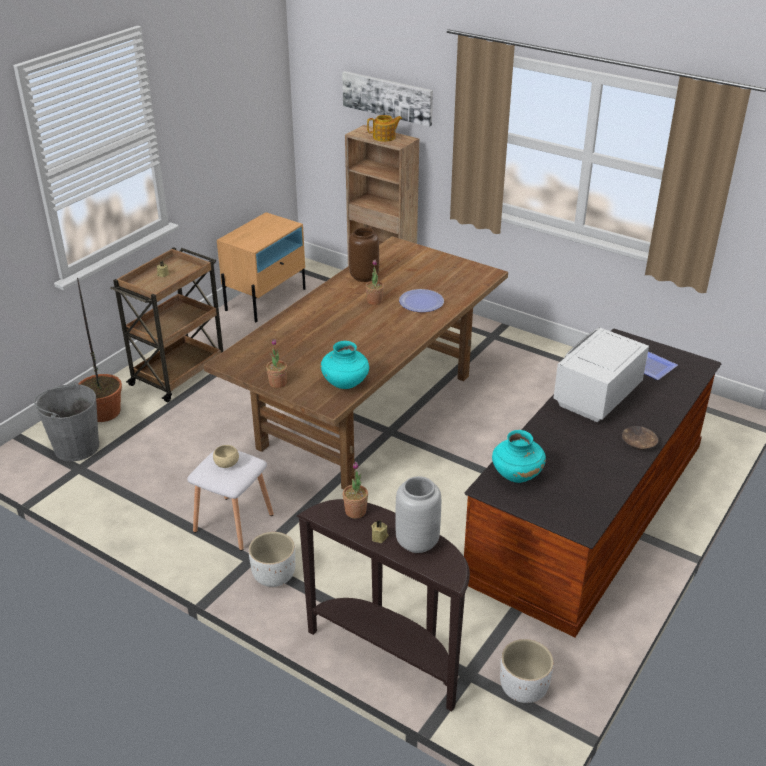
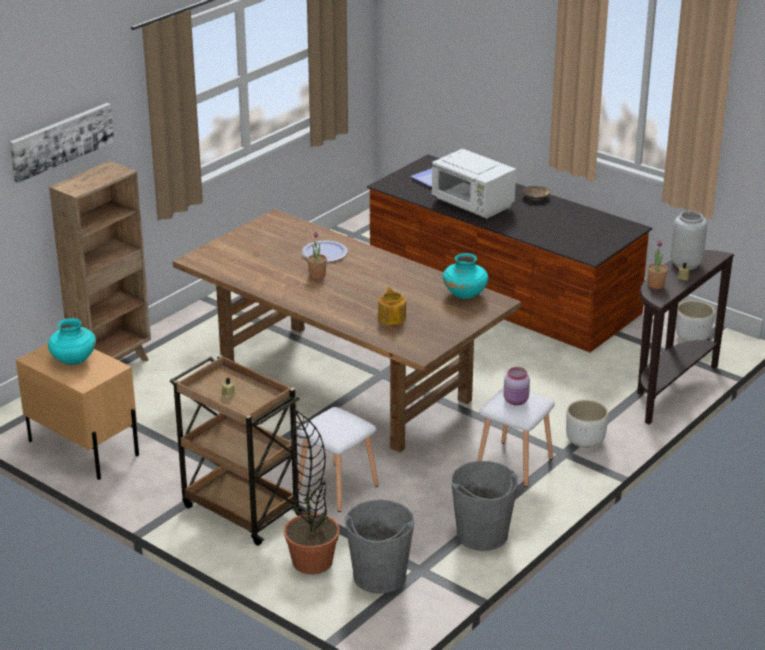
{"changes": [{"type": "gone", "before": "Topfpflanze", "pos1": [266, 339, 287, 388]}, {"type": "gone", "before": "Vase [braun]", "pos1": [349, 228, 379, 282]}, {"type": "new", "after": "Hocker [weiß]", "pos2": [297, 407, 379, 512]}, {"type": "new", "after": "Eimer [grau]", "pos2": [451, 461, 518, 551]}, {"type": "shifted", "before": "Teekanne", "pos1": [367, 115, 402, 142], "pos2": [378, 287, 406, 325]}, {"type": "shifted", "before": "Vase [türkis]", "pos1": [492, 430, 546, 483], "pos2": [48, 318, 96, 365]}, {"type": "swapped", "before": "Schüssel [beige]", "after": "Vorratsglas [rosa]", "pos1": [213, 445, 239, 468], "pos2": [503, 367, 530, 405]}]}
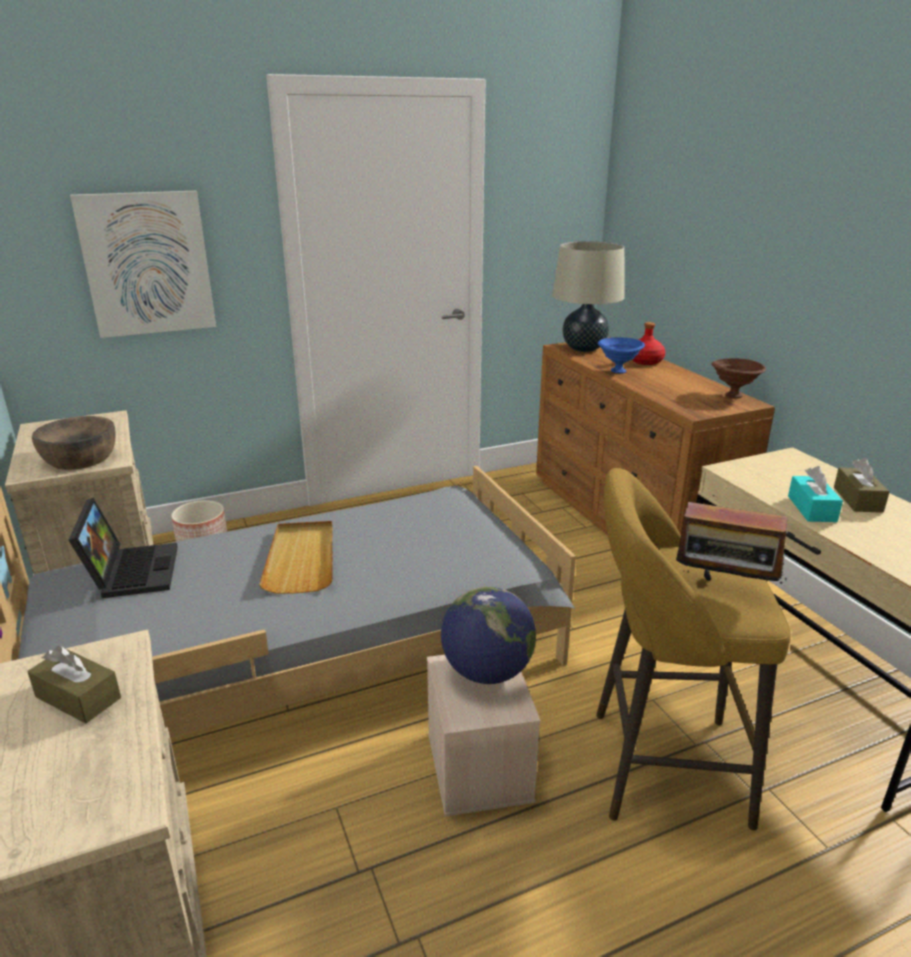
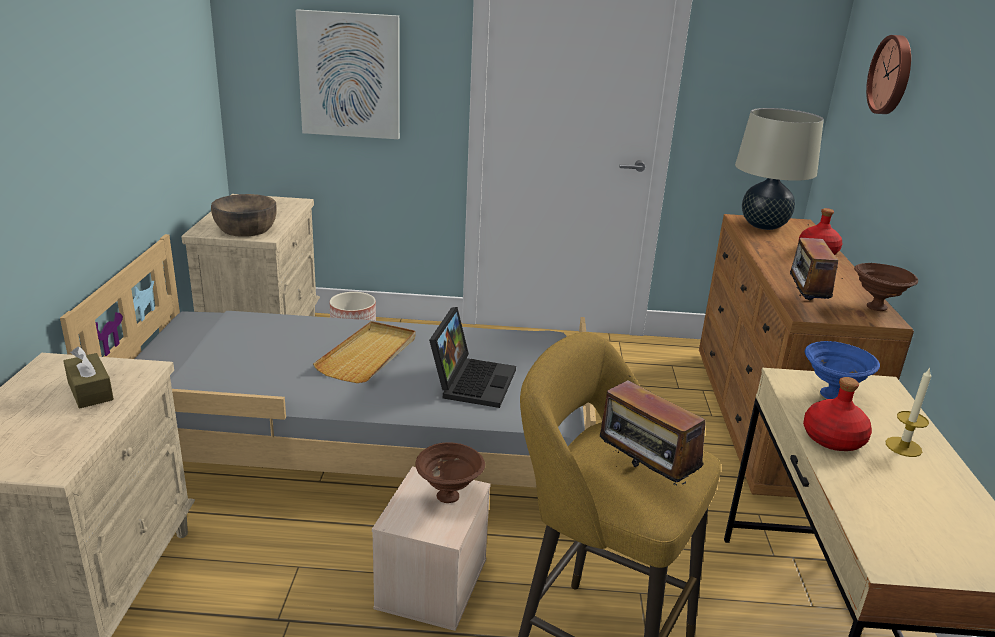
{"changes": [{"type": "new", "after": "Radio", "pos2": [790, 224, 843, 300]}, {"type": "new", "after": "Wanduhr", "pos2": [866, 35, 911, 114]}, {"type": "shifted", "before": "Laptop", "pos1": [69, 498, 178, 598], "pos2": [429, 307, 516, 408]}, {"type": "shifted", "before": "Schüssel [blau]", "pos1": [598, 337, 645, 373], "pos2": [805, 341, 880, 399]}, {"type": "swapped", "before": "Globus", "after": "Schüssel [braun]", "pos1": [441, 587, 536, 684], "pos2": [416, 442, 485, 503]}, {"type": "swapped", "before": "Taschentuchbox [türkis]", "after": "Flasche [rot]", "pos1": [788, 466, 843, 522], "pos2": [803, 377, 872, 451]}, {"type": "swapped", "before": "Taschentuchbox [braun]", "after": "Kerze", "pos1": [834, 458, 889, 513], "pos2": [885, 368, 931, 457]}]}
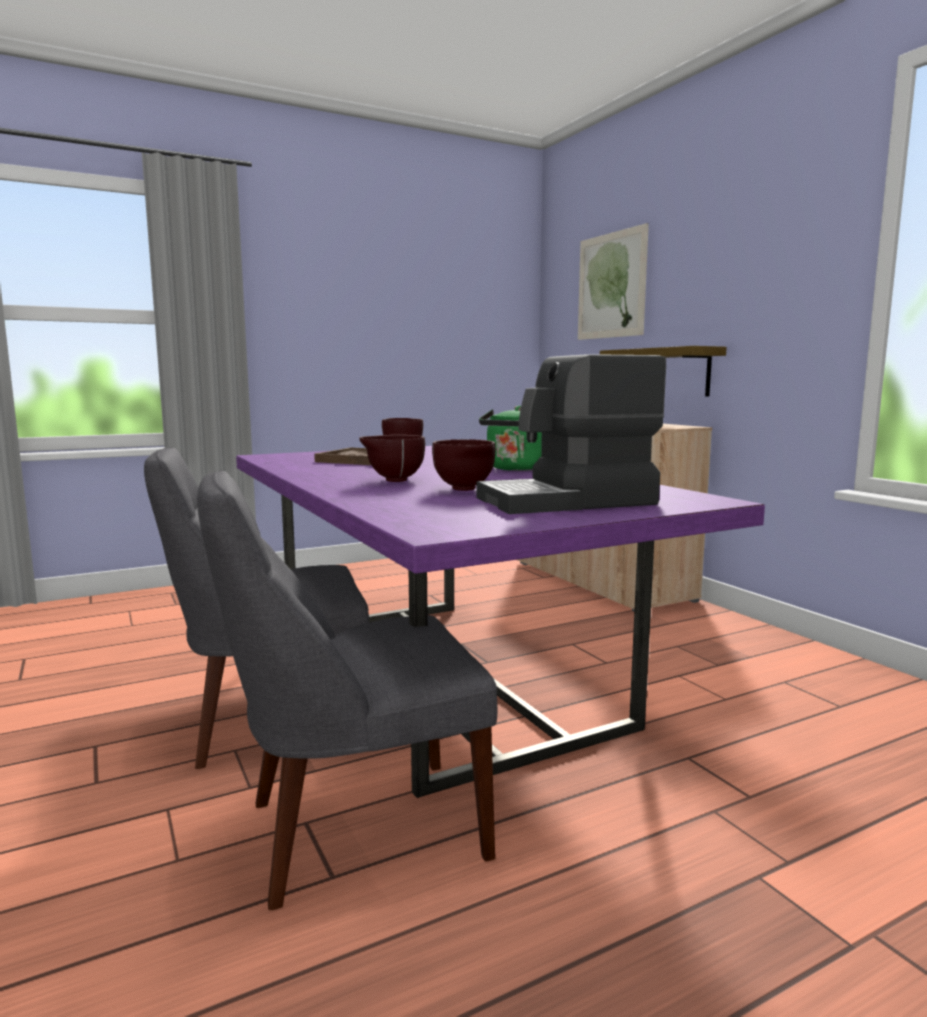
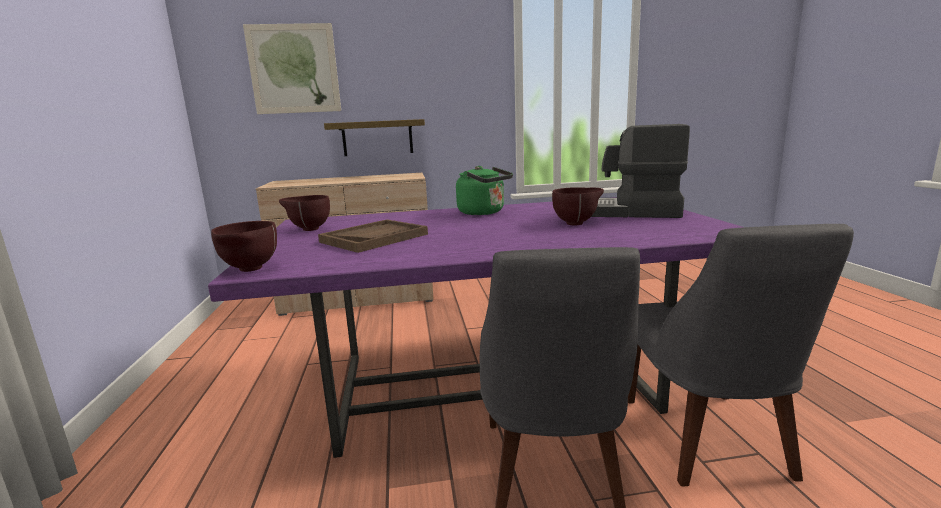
{"changes": [{"type": "shifted", "before": "Schüssel [braun]", "pos1": [360, 435, 425, 482], "pos2": [211, 221, 277, 272]}, {"type": "rotated", "before": "Kaffeemaschine", "pos1": [476, 354, 666, 514], "pos2": [591, 124, 690, 218], "turn": 105}]}
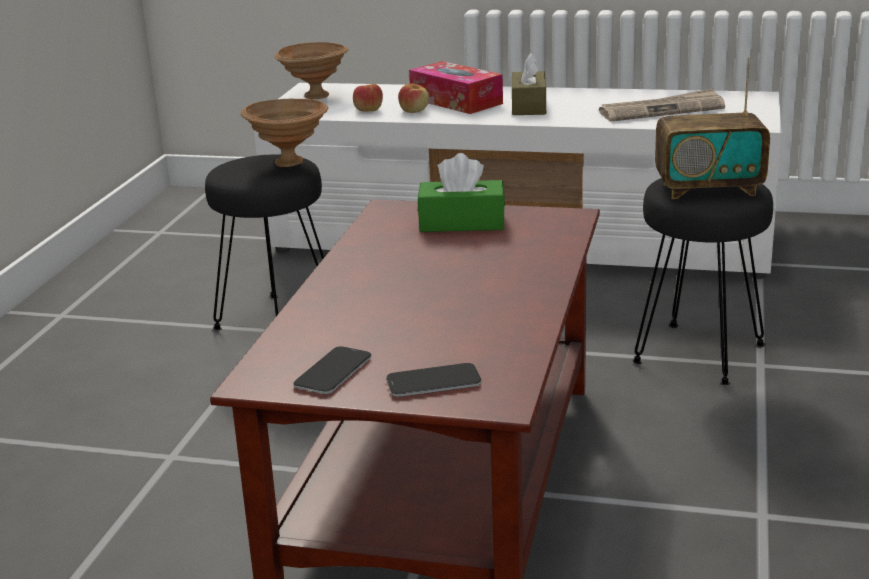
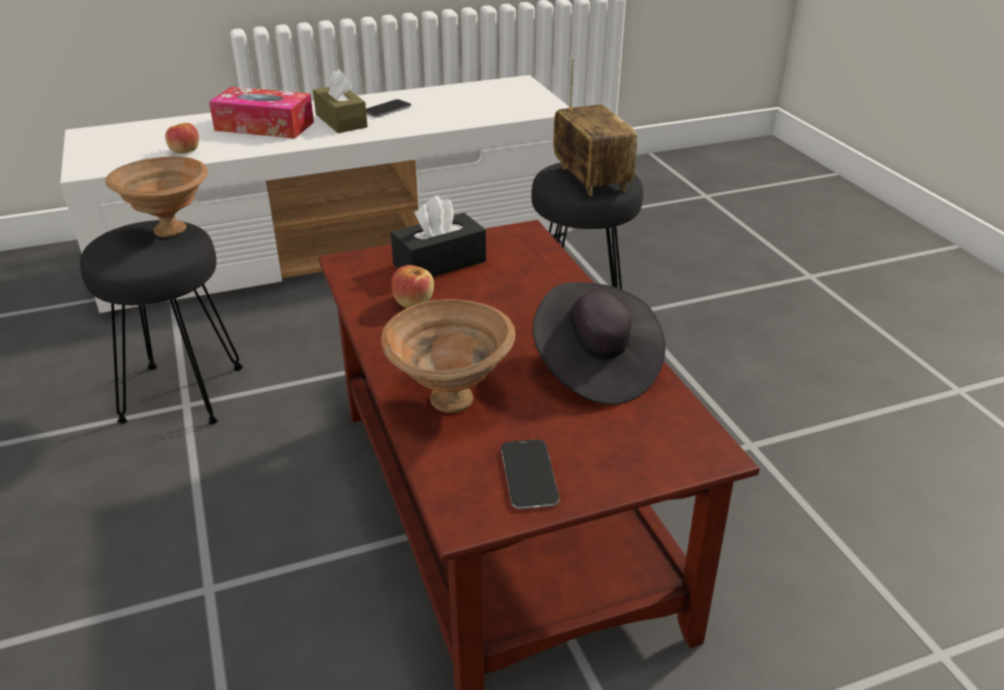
{"changes": [{"type": "gone", "before": "Zeitung", "pos1": [599, 88, 725, 122]}, {"type": "new", "after": "Hut [schwarz]", "pos2": [533, 283, 666, 405]}, {"type": "shifted", "before": "Schüssel [braun]", "pos1": [275, 42, 349, 99], "pos2": [381, 299, 515, 413]}, {"type": "shifted", "before": "Handy", "pos1": [386, 363, 482, 397], "pos2": [366, 99, 411, 118]}, {"type": "shifted", "before": "Apfel", "pos1": [398, 84, 429, 113], "pos2": [391, 265, 434, 308]}, {"type": "repainted", "before": "Taschentuchbox [grün]", "after": "Taschentuchbox [schwarz]", "pos1": [418, 153, 505, 232], "pos2": [391, 195, 486, 277]}, {"type": "rotated", "before": "Radio", "pos1": [655, 57, 770, 199], "pos2": [553, 58, 637, 197], "turn": -75}]}
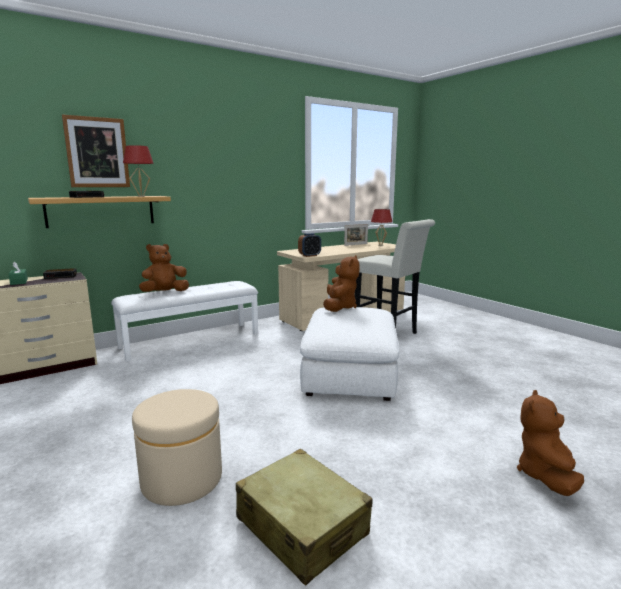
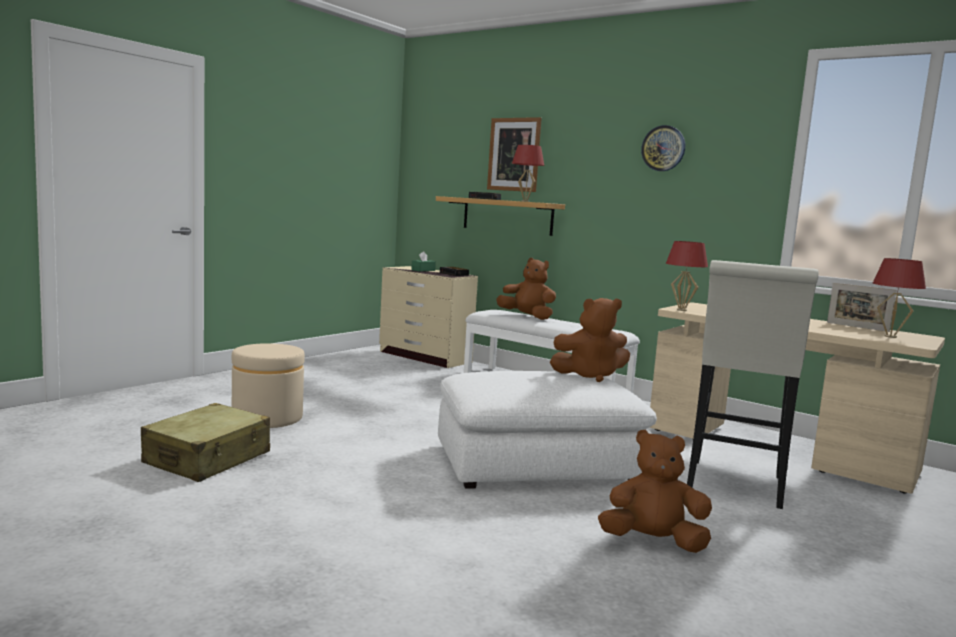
{"changes": [{"type": "new", "after": "Wanduhr", "pos2": [641, 125, 685, 171]}, {"type": "shifted", "before": "Plüschtier [braun]", "pos1": [517, 390, 584, 496], "pos2": [598, 430, 712, 553]}, {"type": "swapped", "before": "Wecker", "after": "Tischlampe [rot]", "pos1": [298, 233, 321, 257], "pos2": [666, 241, 708, 311]}]}
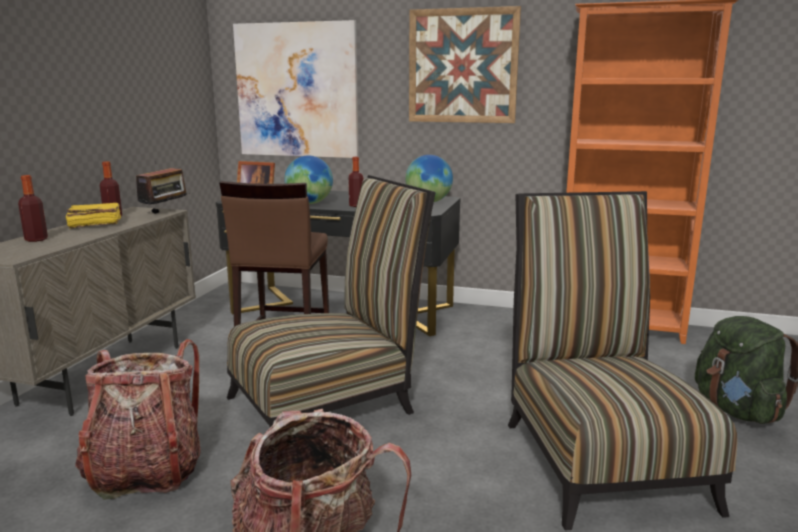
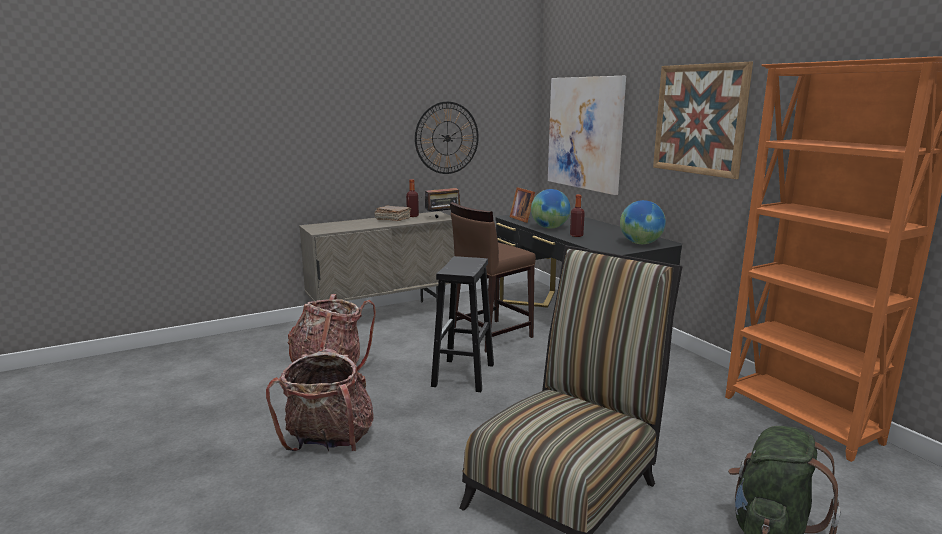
{"changes": [{"type": "gone", "before": "Flasche", "pos1": [18, 175, 48, 242]}, {"type": "new", "after": "Wanduhr", "pos2": [415, 102, 479, 174]}, {"type": "swapped", "before": "Stuhl", "after": "Hocker [schwarz]", "pos1": [227, 175, 436, 427], "pos2": [431, 256, 494, 392]}, {"type": "repainted", "before": "Buch [gelb]", "after": "Buch [braun]", "pos1": [66, 203, 121, 229], "pos2": [375, 205, 411, 221]}]}
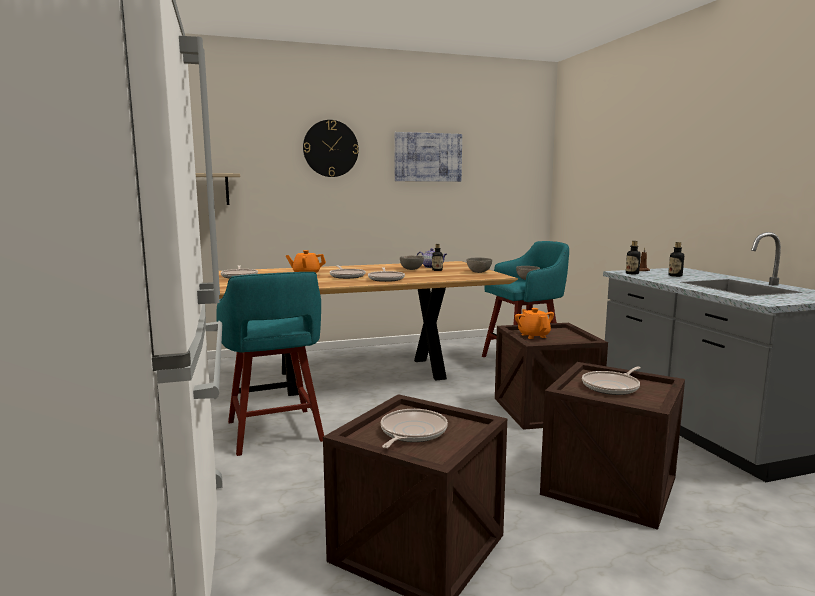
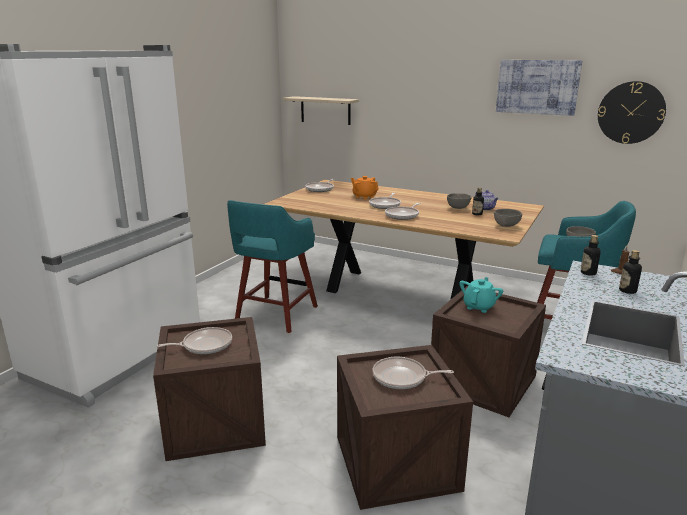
{"changes": [{"type": "shifted", "before": "Wanduhr", "pos1": [303, 120, 359, 177], "pos2": [598, 81, 666, 144]}, {"type": "repainted", "before": "Teekanne [orange]", "after": "Teekanne [türkis]", "pos1": [515, 308, 554, 339], "pos2": [459, 277, 503, 313]}]}
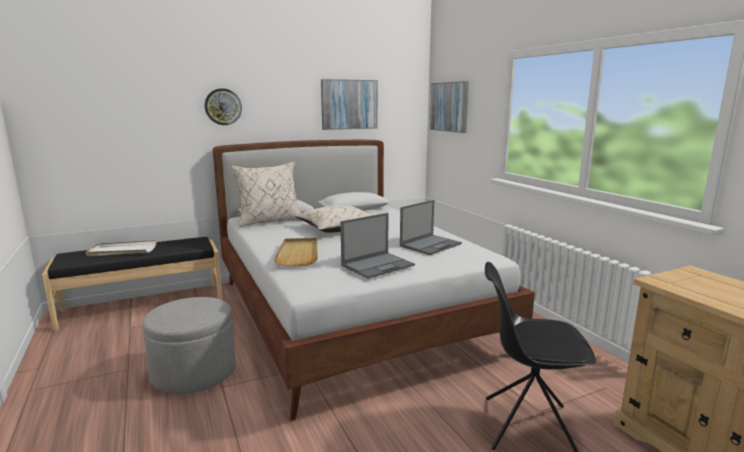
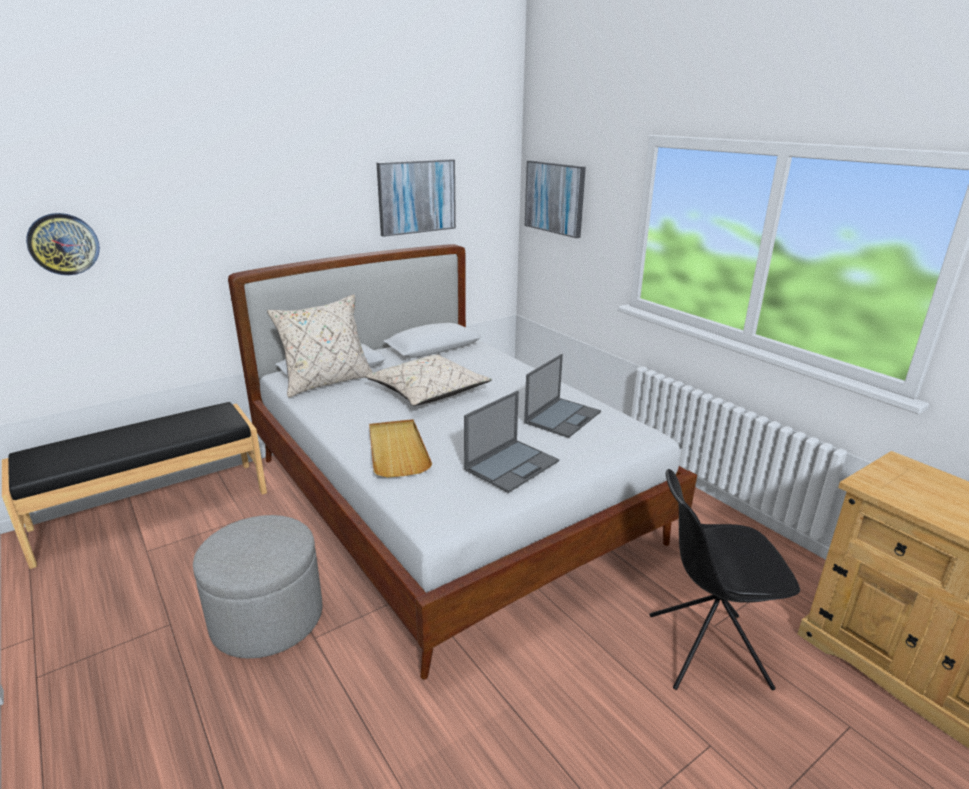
{"changes": [{"type": "gone", "before": "Tablett [weiß]", "pos1": [85, 240, 157, 257]}, {"type": "shifted", "before": "Wanduhr", "pos1": [205, 88, 242, 125], "pos2": [26, 213, 100, 275]}]}
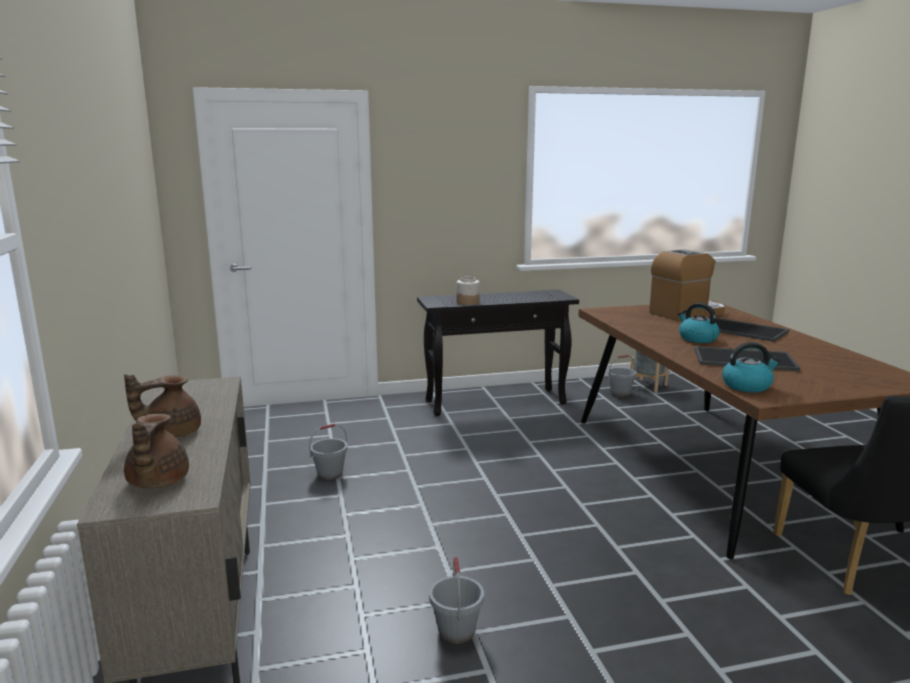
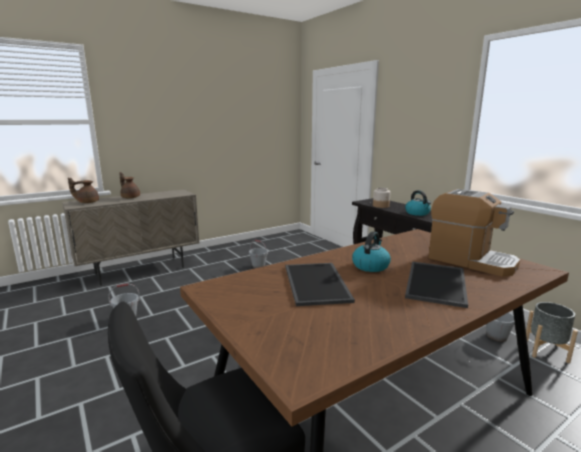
{"changes": [{"type": "shifted", "before": "Wasserkessel", "pos1": [722, 342, 780, 392], "pos2": [405, 190, 431, 216]}]}
